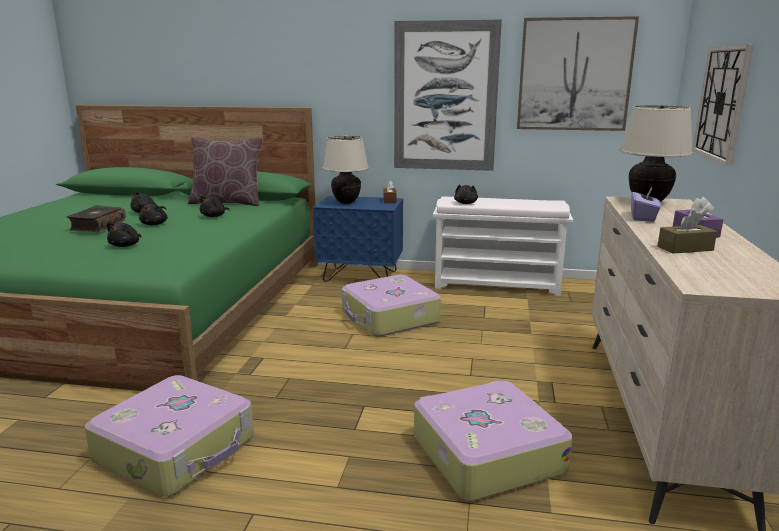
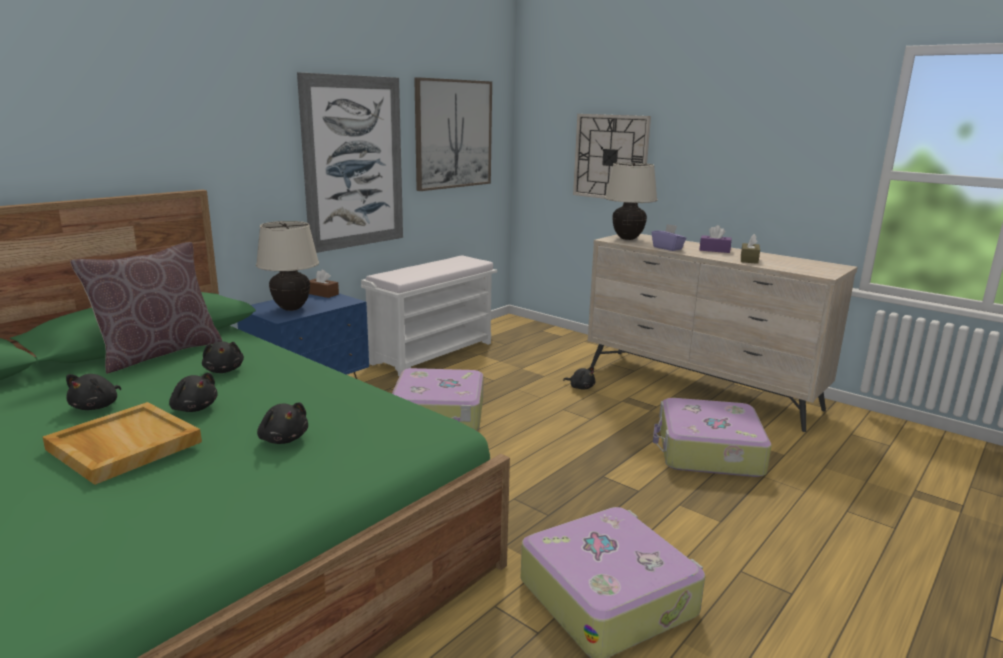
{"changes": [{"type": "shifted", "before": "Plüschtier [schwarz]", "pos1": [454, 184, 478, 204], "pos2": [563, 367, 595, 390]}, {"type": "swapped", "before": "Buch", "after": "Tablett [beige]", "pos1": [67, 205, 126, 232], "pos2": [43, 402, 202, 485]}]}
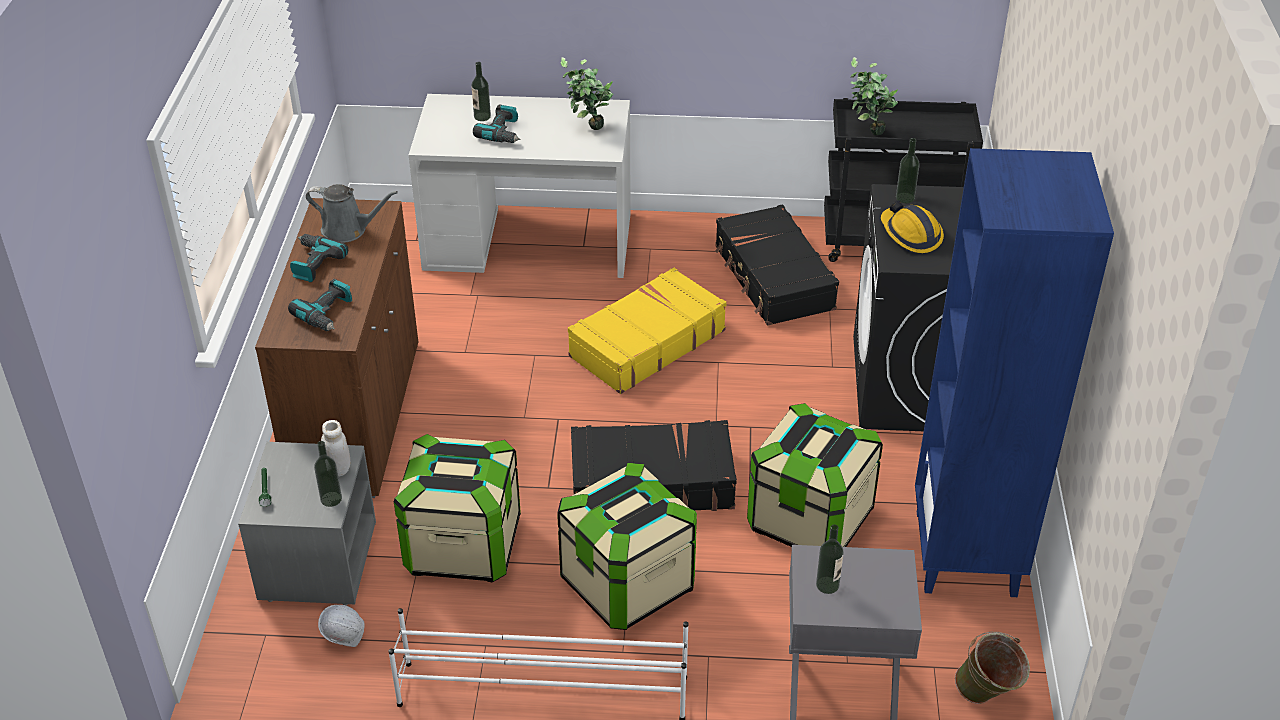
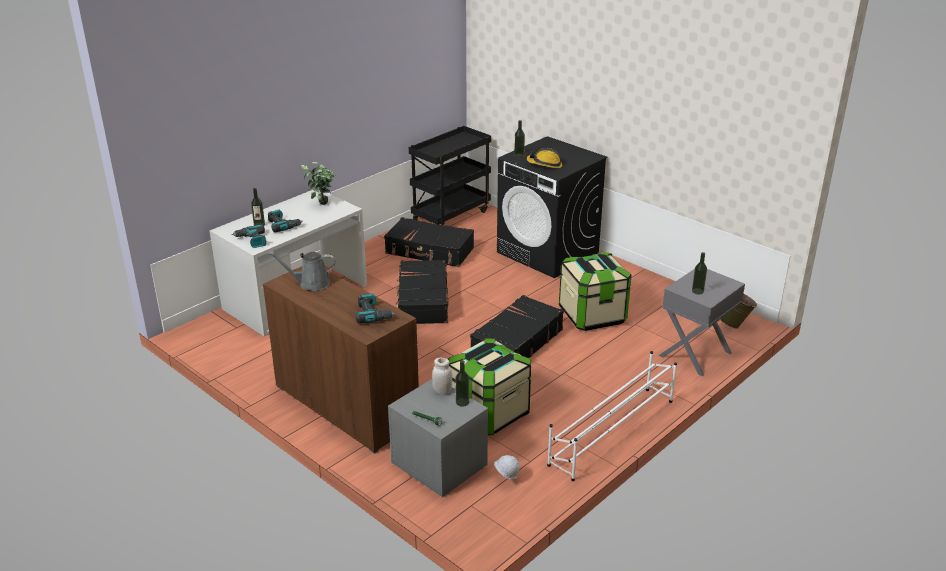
{"changes": [{"type": "gone", "before": "Aufbewahrungsbox", "pos1": [557, 463, 697, 630]}, {"type": "gone", "before": "Topfpflanze", "pos1": [850, 57, 898, 135]}, {"type": "gone", "before": "Bücherregal [blau]", "pos1": [915, 148, 1114, 597]}, {"type": "shifted", "before": "Bohrmaschine", "pos1": [290, 234, 348, 282], "pos2": [231, 224, 266, 248]}, {"type": "repainted", "before": "Koffer [gelb]", "after": "Koffer [schwarz]", "pos1": [568, 267, 726, 394], "pos2": [396, 260, 448, 324]}, {"type": "rotated", "before": "Gießkanne [grau]", "pos1": [306, 184, 398, 243], "pos2": [268, 252, 336, 291], "turn": -150}]}
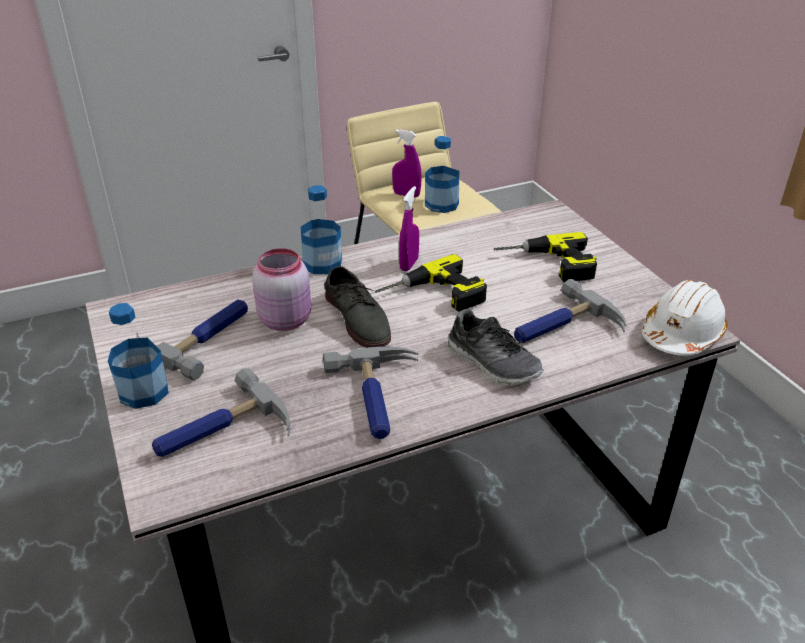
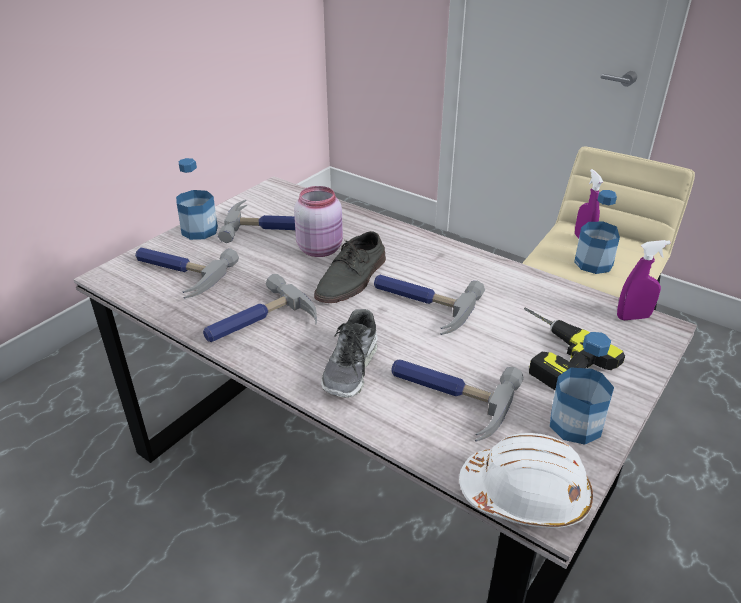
{"changes": [{"type": "shifted", "before": "Flasche", "pos1": [301, 185, 342, 274], "pos2": [550, 332, 614, 445]}, {"type": "shifted", "before": "Sprühflasche [lila]", "pos1": [399, 186, 419, 271], "pos2": [617, 240, 671, 320]}, {"type": "swapped", "before": "Bohrmaschine", "after": "Hammer", "pos1": [375, 254, 487, 312], "pos2": [374, 275, 485, 335]}]}
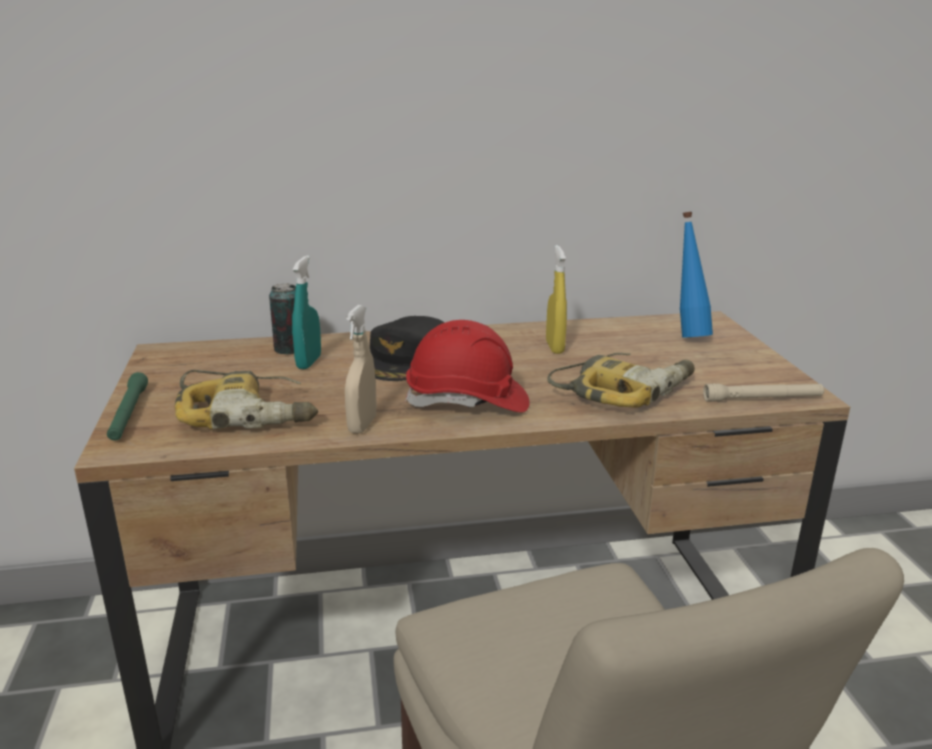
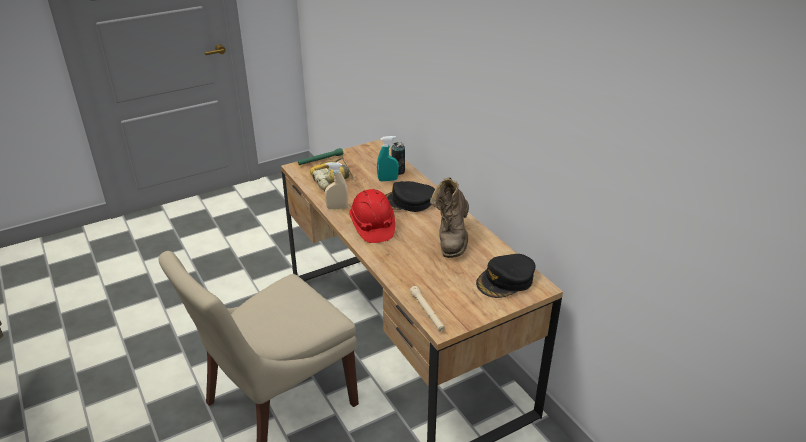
{"changes": [{"type": "gone", "before": "Bohrmaschine", "pos1": [547, 353, 695, 408]}, {"type": "swapped", "before": "Sprühflasche [gelb]", "after": "Stiefel [braun]", "pos1": [546, 245, 567, 354], "pos2": [430, 177, 469, 258]}, {"type": "swapped", "before": "Flasche [blau]", "after": "Kappe [schwarz]", "pos1": [680, 212, 713, 338], "pos2": [476, 254, 535, 298]}]}
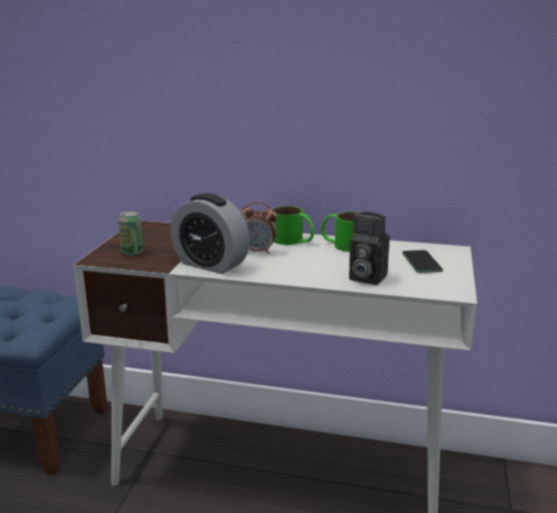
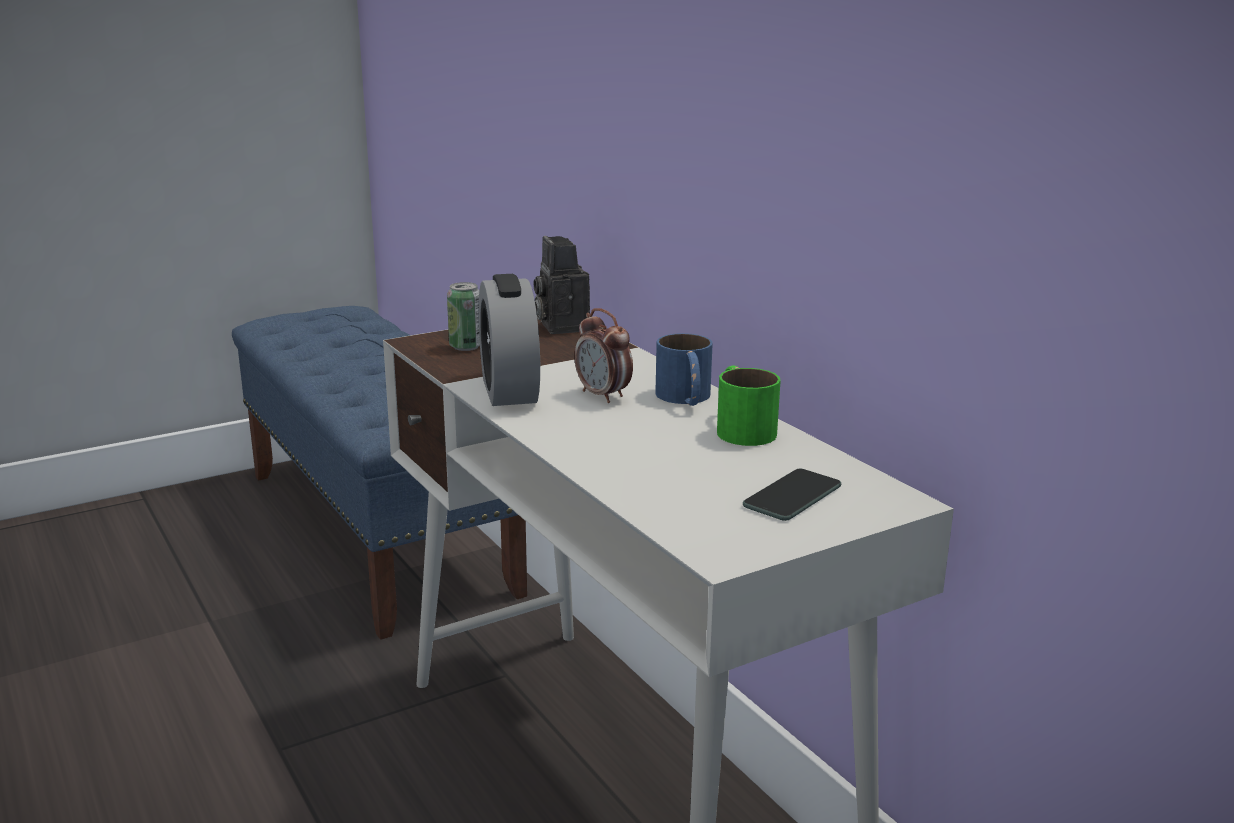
{"changes": [{"type": "shifted", "before": "Kamera", "pos1": [349, 212, 390, 285], "pos2": [533, 236, 590, 334]}, {"type": "repainted", "before": "Henkelbecher [grün]", "after": "Henkelbecher [blau]", "pos1": [274, 206, 315, 245], "pos2": [655, 333, 713, 406]}]}
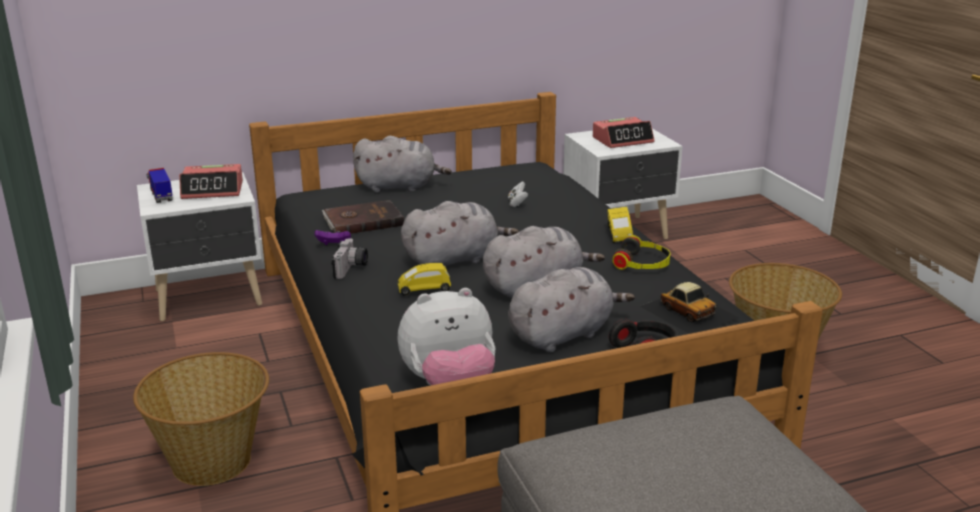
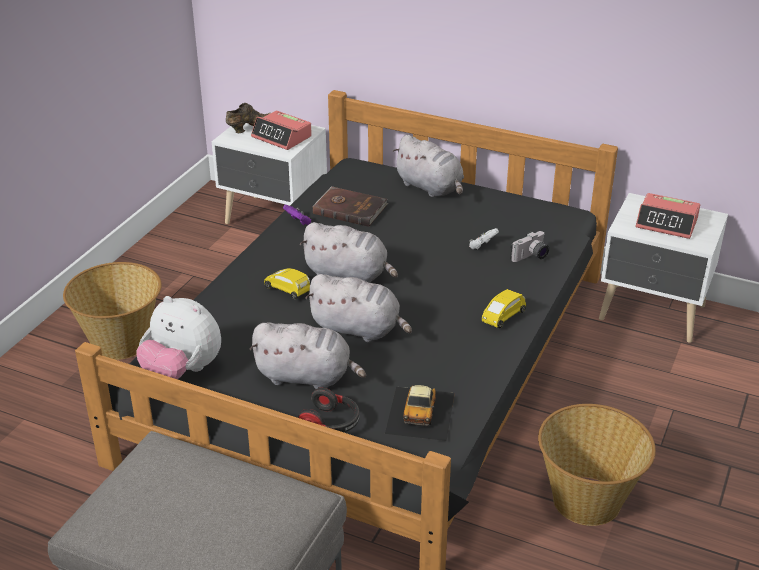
{"changes": [{"type": "gone", "before": "Kopfhörer", "pos1": [612, 235, 671, 270]}, {"type": "shifted", "before": "Kamera", "pos1": [332, 238, 368, 279], "pos2": [510, 231, 549, 262]}, {"type": "swapped", "before": "Spielzeuglaster", "after": "Schuh [braun]", "pos1": [146, 168, 173, 203], "pos2": [226, 103, 270, 133]}]}
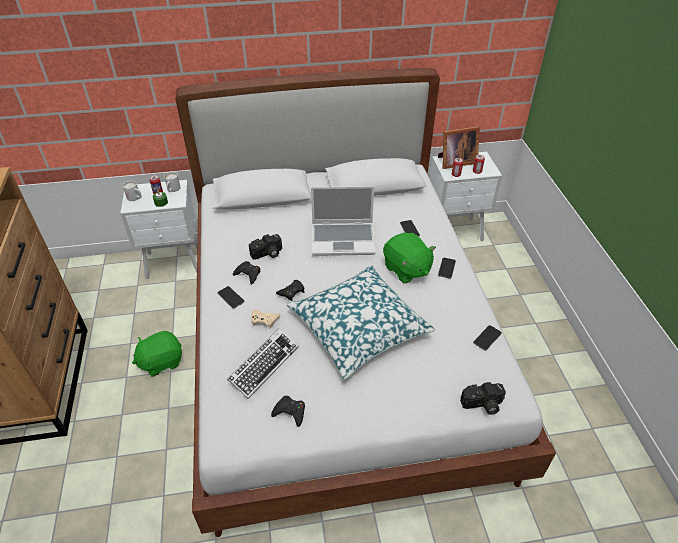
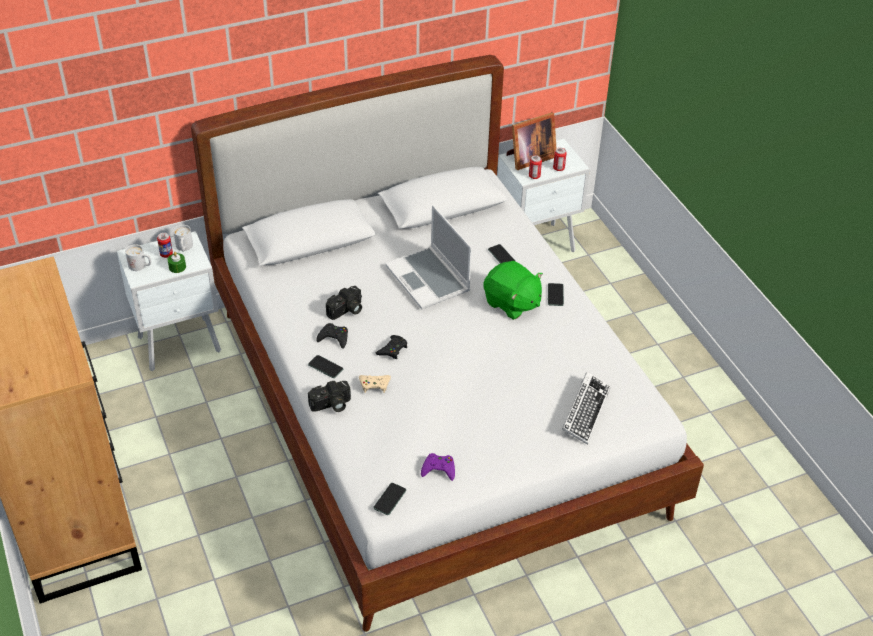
{"changes": [{"type": "gone", "before": "Plüschtier [grün]", "pos1": [132, 331, 182, 377]}, {"type": "gone", "before": "Kissen", "pos1": [286, 265, 435, 380]}, {"type": "shifted", "before": "Tastatur", "pos1": [227, 329, 299, 399], "pos2": [562, 372, 611, 445]}, {"type": "shifted", "before": "Kamera", "pos1": [460, 382, 506, 415], "pos2": [308, 381, 351, 412]}, {"type": "shifted", "before": "Handy", "pos1": [473, 325, 502, 350], "pos2": [373, 483, 406, 515]}, {"type": "repainted", "before": "Gamepad [schwarz]", "after": "Gamepad [lila]", "pos1": [271, 396, 305, 427], "pos2": [421, 453, 455, 481]}, {"type": "rotated", "before": "Laptop", "pos1": [311, 186, 375, 256], "pos2": [385, 205, 472, 309], "turn": 75}]}
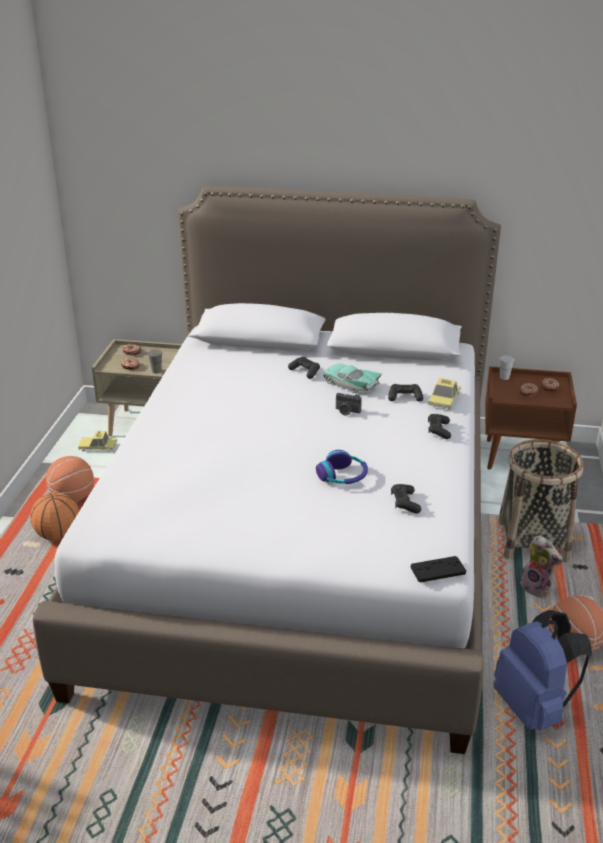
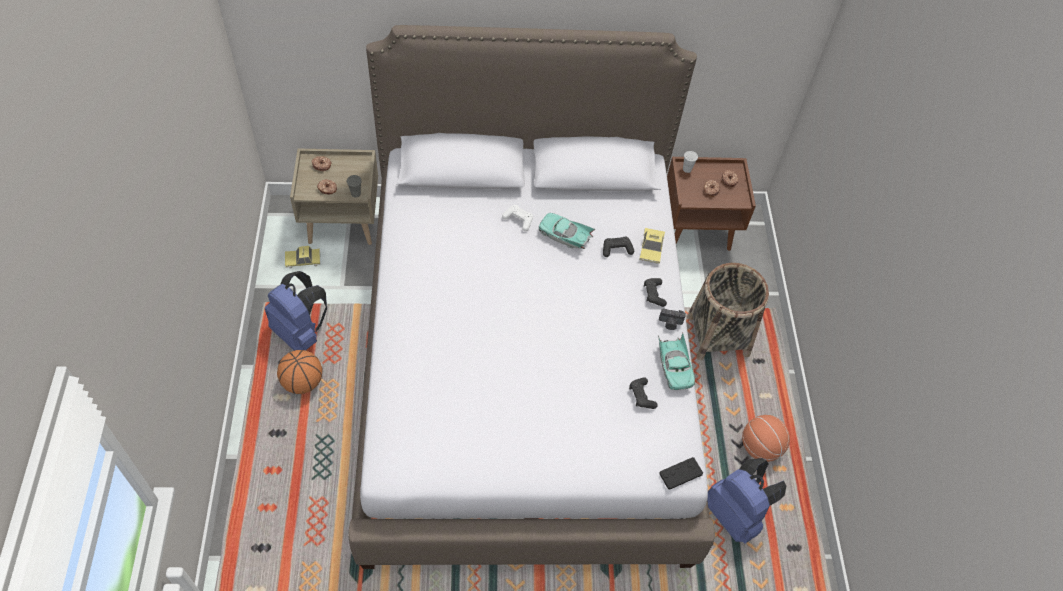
{"changes": [{"type": "gone", "before": "Kopfhörer", "pos1": [316, 450, 368, 484]}, {"type": "gone", "before": "Plüschtier", "pos1": [520, 535, 562, 598]}, {"type": "new", "after": "Spielzeugauto [türkis]", "pos2": [658, 333, 695, 390]}, {"type": "shifted", "before": "Kamera", "pos1": [336, 393, 362, 416], "pos2": [659, 309, 686, 330]}, {"type": "swapped", "before": "Basketball", "after": "Rucksack [blau]", "pos1": [46, 456, 94, 502], "pos2": [265, 271, 327, 351]}, {"type": "repainted", "before": "Gamepad [schwarz]", "after": "Gamepad [weiß]", "pos1": [288, 357, 320, 379], "pos2": [502, 205, 533, 231]}]}
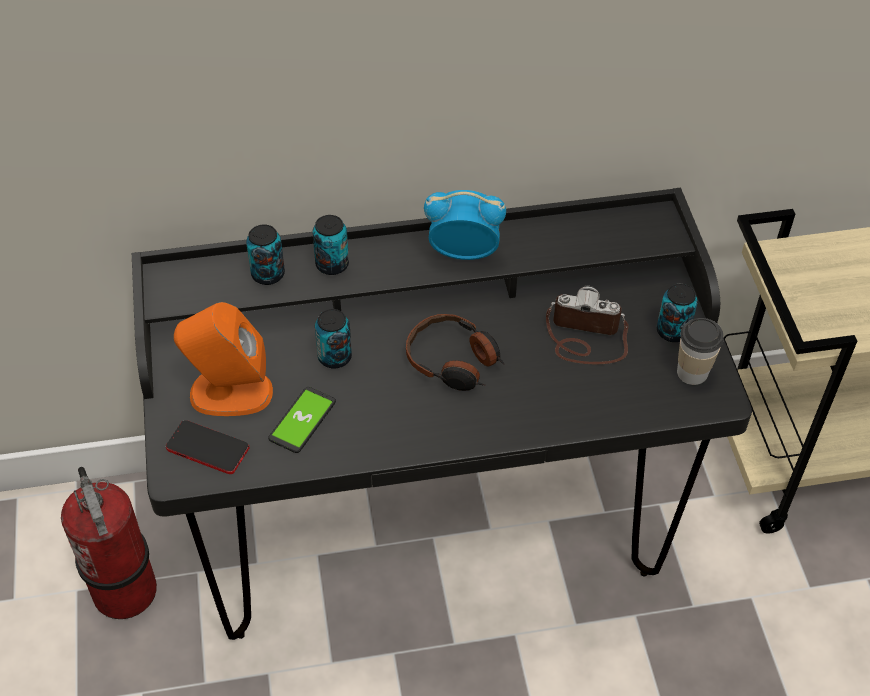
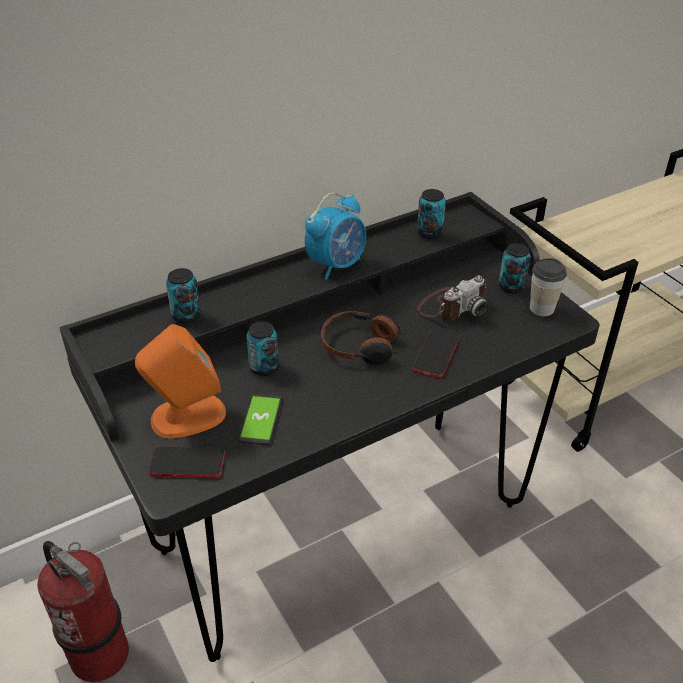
{"changes": [{"type": "new", "after": "Handy", "pos2": [412, 331, 458, 378]}, {"type": "shifted", "before": "Dose", "pos1": [313, 215, 349, 275], "pos2": [417, 189, 446, 239]}, {"type": "rotated", "before": "Wecker", "pos1": [424, 190, 506, 260], "pos2": [305, 193, 366, 280], "turn": 150}, {"type": "rotated", "before": "Kamera", "pos1": [546, 286, 629, 364], "pos2": [417, 276, 488, 321], "turn": 150}]}
